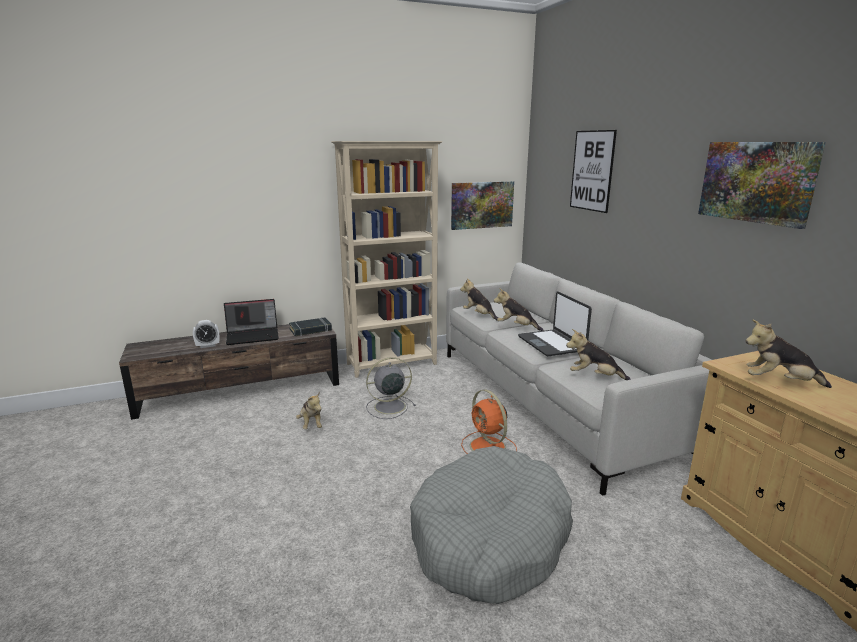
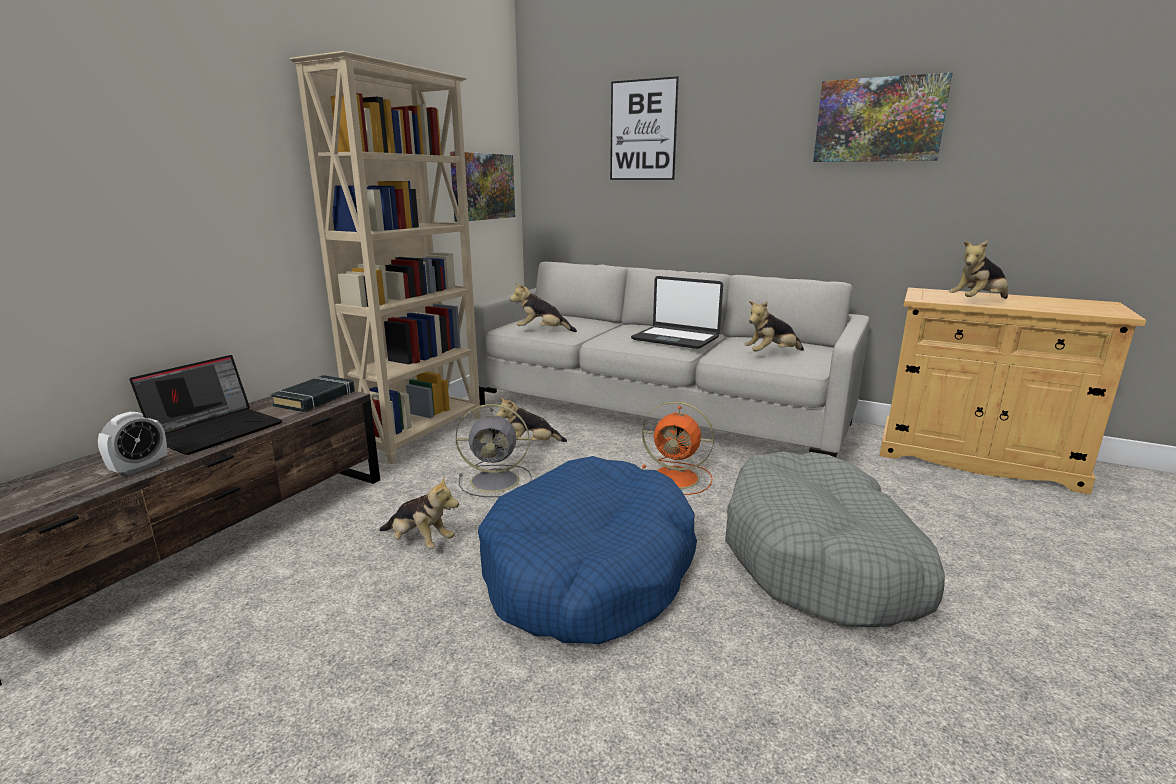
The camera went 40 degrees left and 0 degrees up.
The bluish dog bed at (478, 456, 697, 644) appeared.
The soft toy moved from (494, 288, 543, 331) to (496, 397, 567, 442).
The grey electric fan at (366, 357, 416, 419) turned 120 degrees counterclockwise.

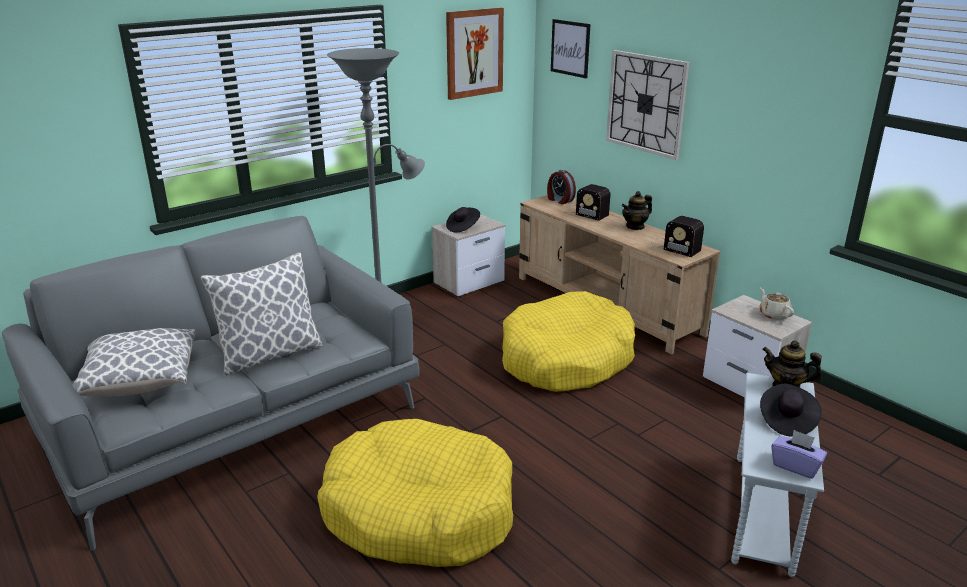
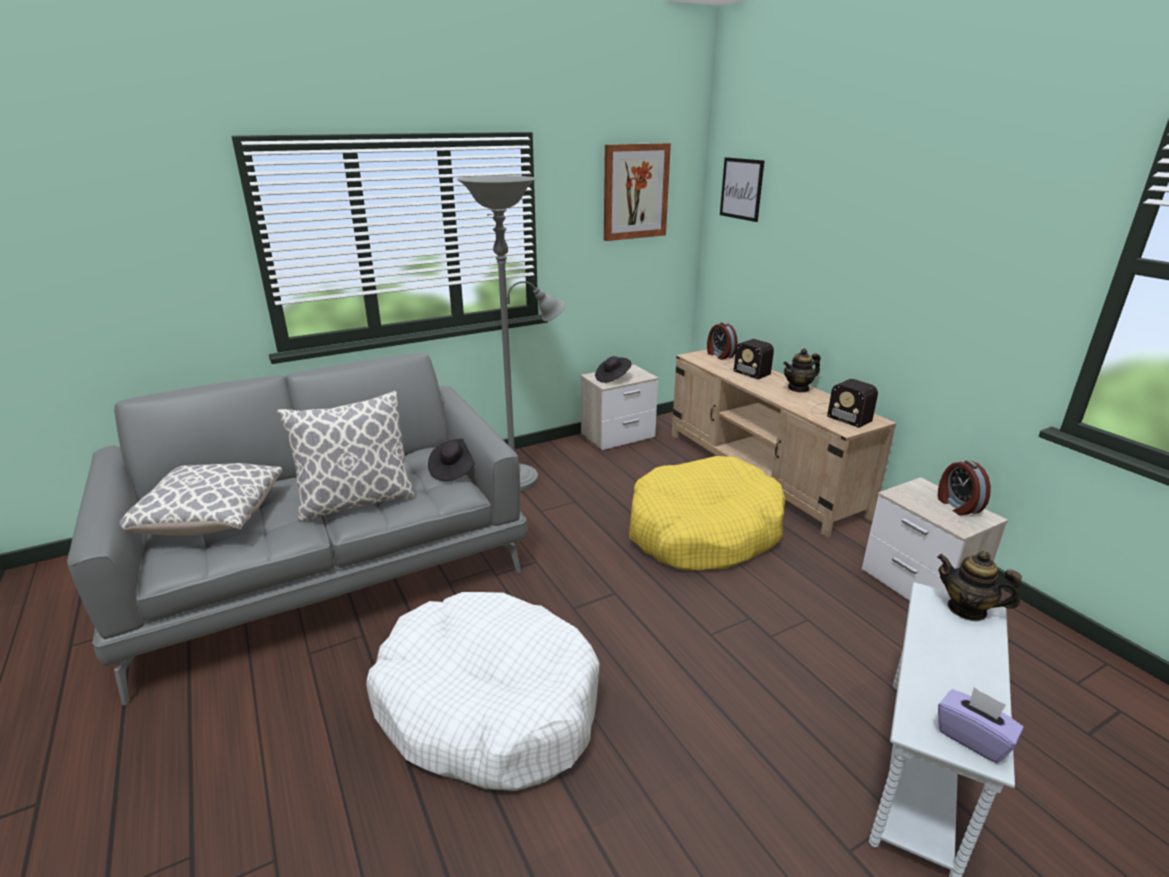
The camera went 10 degrees right and 0 degrees up.
The hanging clock at (606, 50, 690, 160) disappeared.
The black hat moved from (760, 384, 822, 437) to (428, 439, 475, 481).
The sand-coloured pot for tea at (759, 287, 794, 320) was replaced by the bedside clock at (938, 460, 991, 515).
The yellow-coloured dog bed at (317, 419, 513, 567) became the white dog bed at (366, 592, 600, 791).

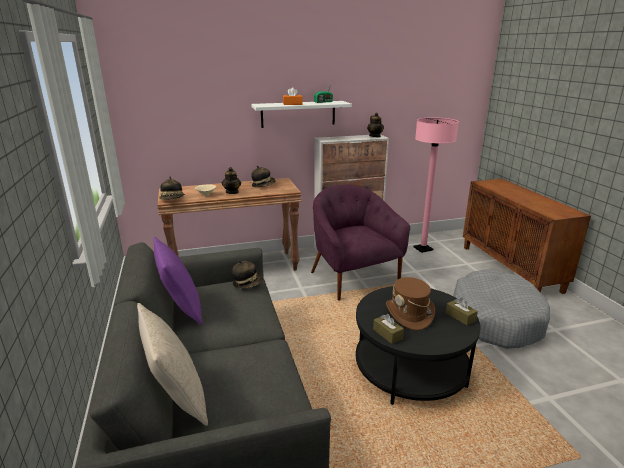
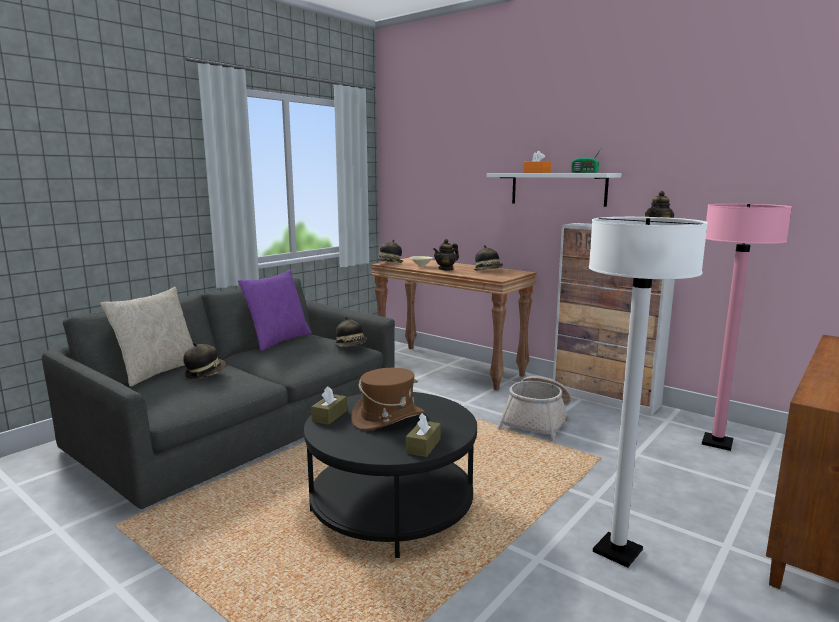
The camera went 55 degrees right and 10 degrees down.
The hat at (183, 342, 227, 379) appeared.
The purplish armchair at (311, 184, 410, 300) was replaced by the basket at (497, 376, 571, 441).
The grey dog bed at (453, 269, 550, 349) was replaced by the white standing lamp at (588, 217, 708, 568).

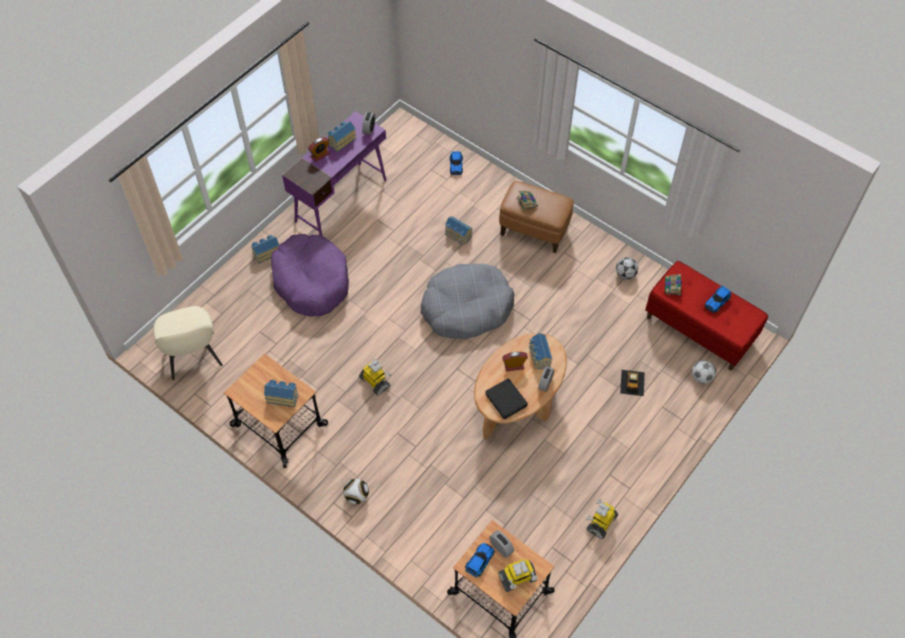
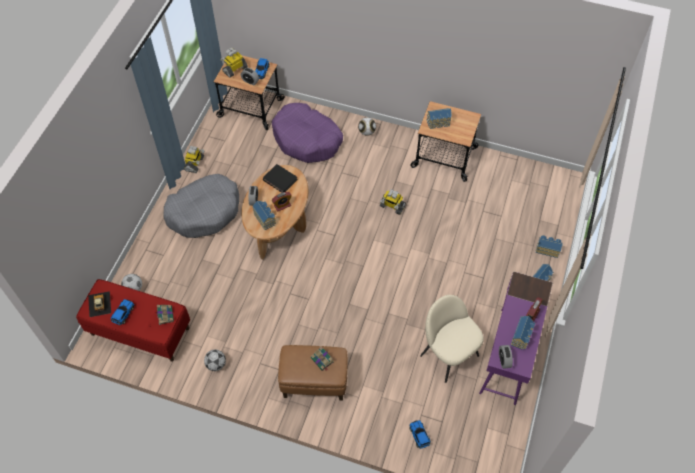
The camera went 160 degrees right and 0 degrees up.
The sand-coloured upright chair moved from (153, 306, 223, 380) to (420, 295, 484, 383).
The purplish dog bed moved from (271, 234, 349, 316) to (272, 103, 343, 163).
The grey dog bed moved from (421, 264, 515, 339) to (163, 174, 239, 238).
The toy house moved from (445, 216, 473, 245) to (535, 235, 563, 258).
The miniature car moved from (620, 370, 645, 396) to (88, 291, 111, 317).

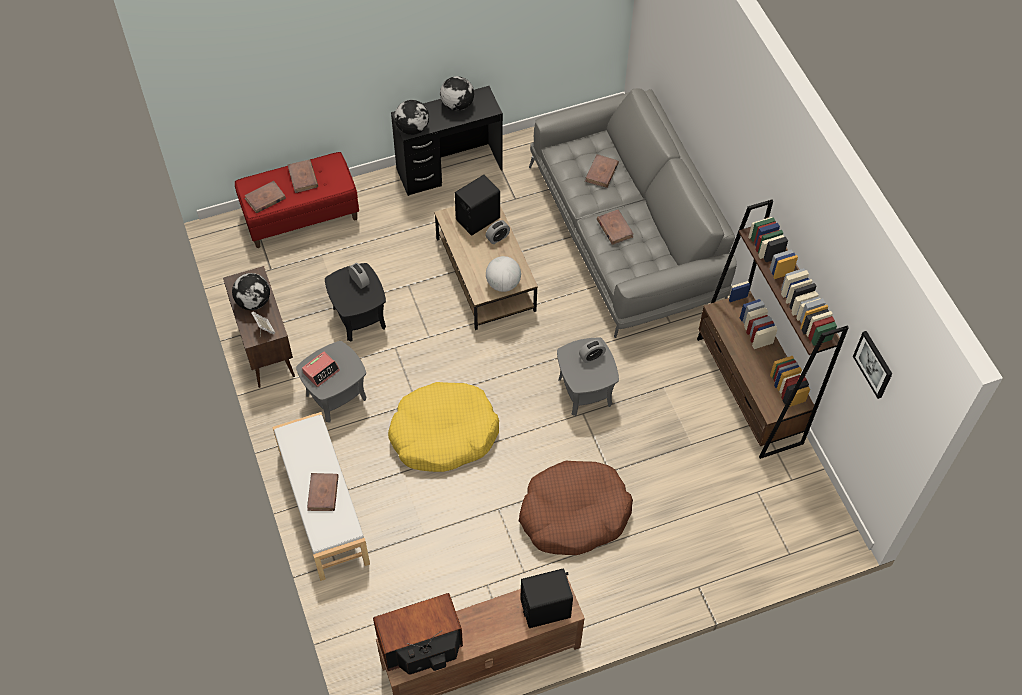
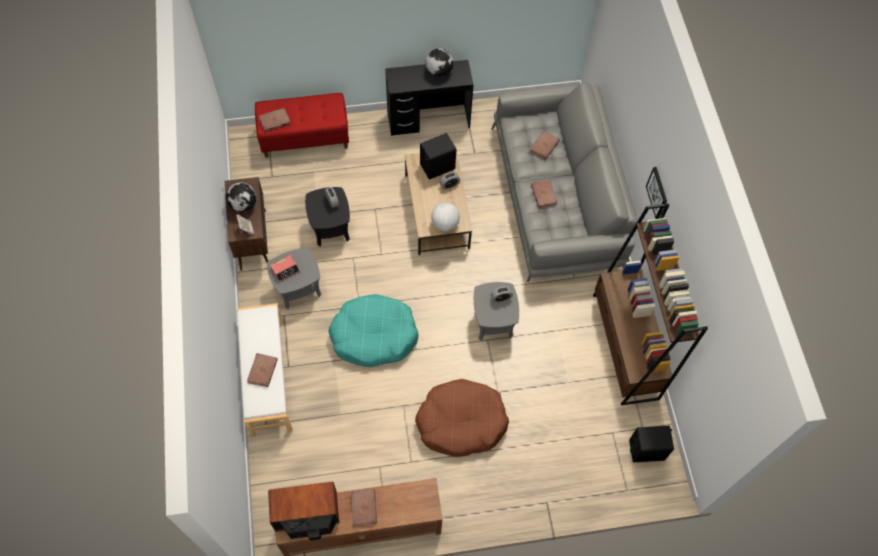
The camera went 10 degrees right and 5 degrees up.
The desk globe at (394, 100, 429, 135) disappeared.
The brown-coloured book moved from (288, 159, 318, 193) to (351, 489, 377, 527).
The black speaker moved from (520, 568, 573, 628) to (629, 426, 674, 462).
The wall art moved from (853, 331, 892, 399) to (646, 167, 667, 219).
The yellow-coloured dog bed at (388, 382, 499, 472) became the turquoise-coloured dog bed at (328, 294, 419, 367).

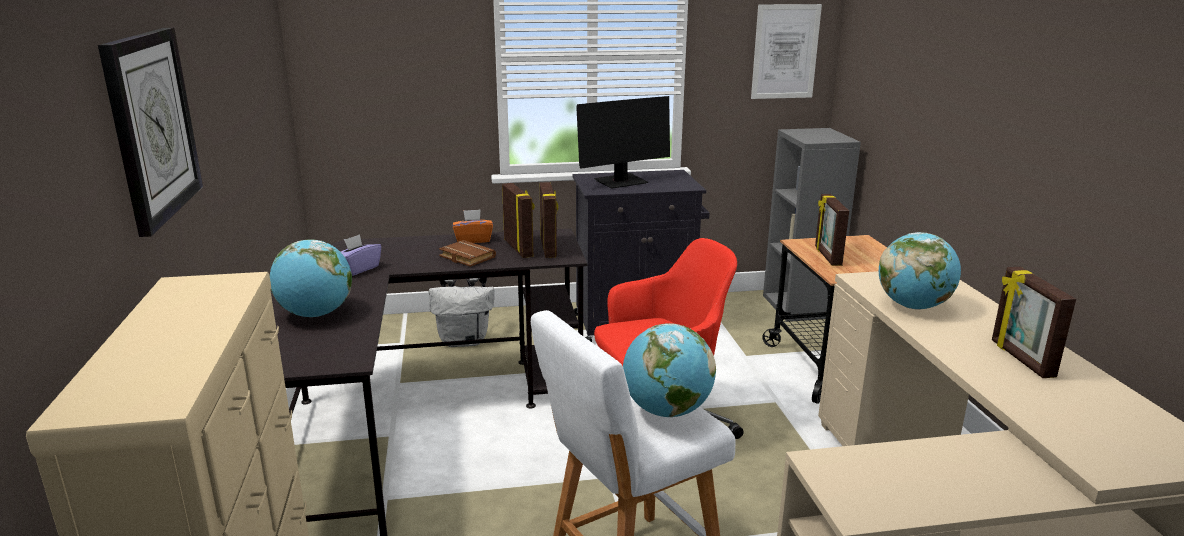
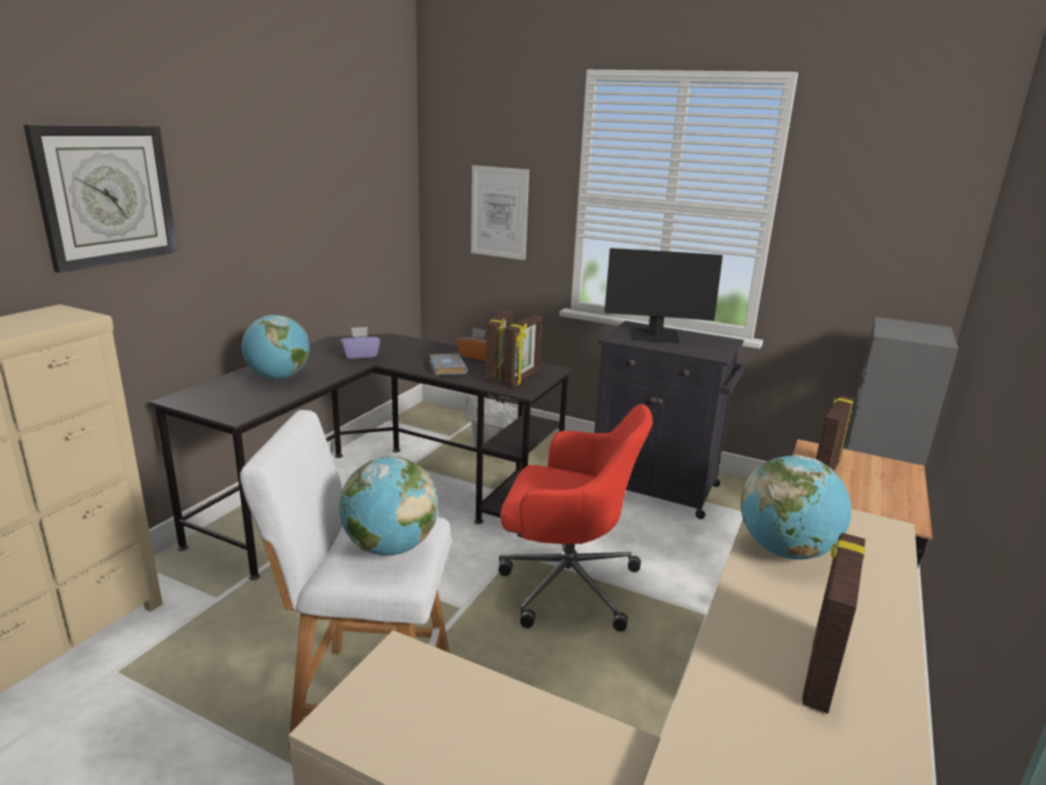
The camera went 35 degrees right and 0 degrees up.
The wall art moved from (751, 4, 822, 99) to (471, 165, 529, 260).
The brown-coloured book at (439, 240, 496, 267) became the grey book at (429, 353, 468, 376).

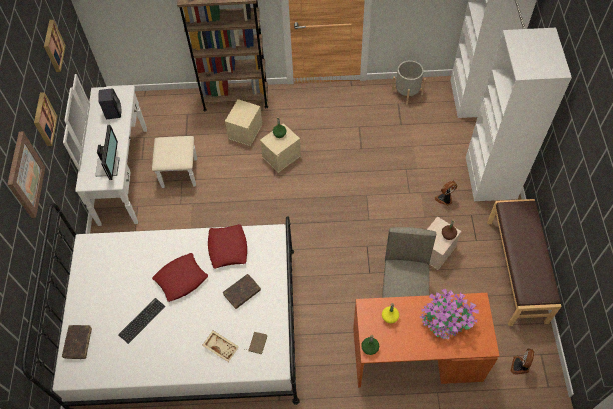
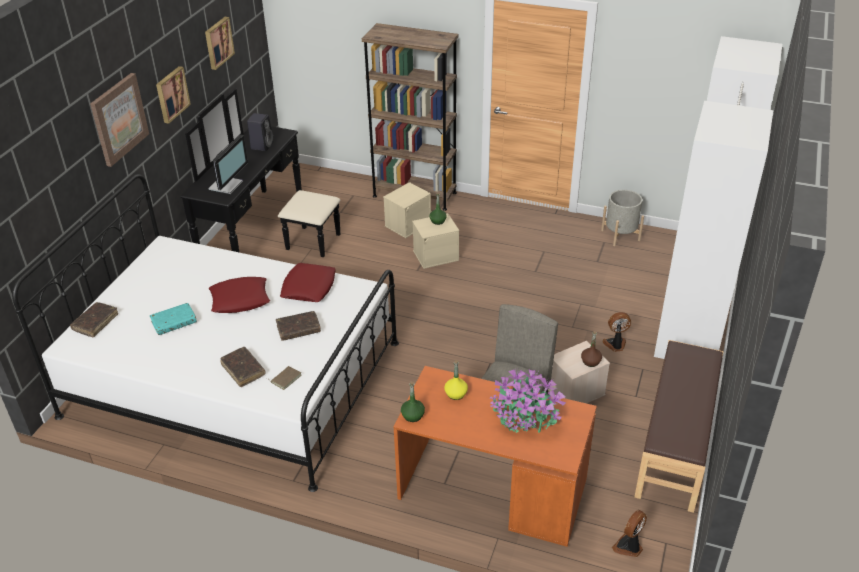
The camera went 20 degrees right and 20 degrees down.
The keyboard at (118, 298, 165, 344) was replaced by the turquoise-coloured book at (150, 303, 197, 335).
The sand-coloured serving tray at (202, 330, 239, 362) was replaced by the brown-coloured book at (220, 347, 266, 387).
The white chest of drawers at (63, 74, 197, 226) became the black chest of drawers at (181, 88, 340, 257).

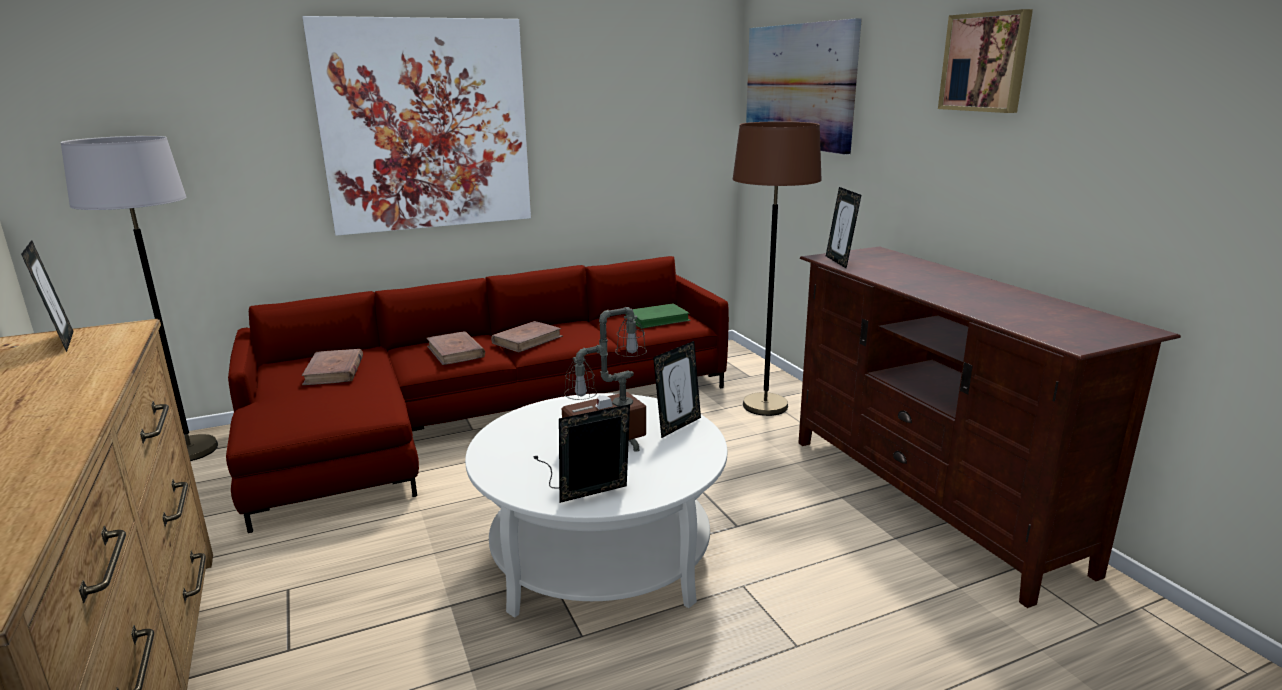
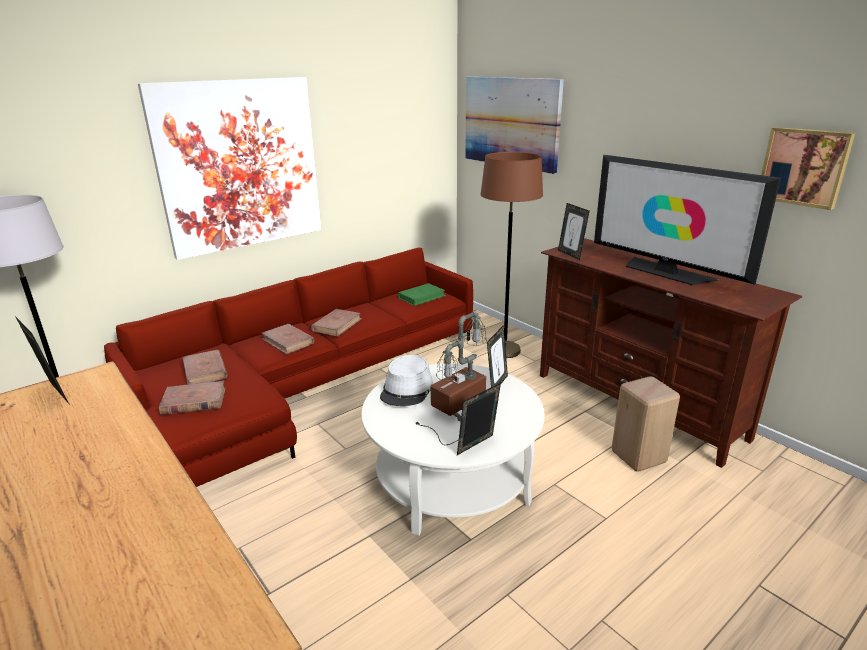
The camera went 15 degrees left and 5 degrees up.
The brown-coloured book at (159, 381, 226, 415) appeared.
The grey hat at (380, 355, 433, 406) appeared.
The television at (594, 155, 781, 285) appeared.
The sand-coloured stool at (612, 376, 680, 472) appeared.
The wall art moved from (938, 9, 1033, 113) to (761, 127, 855, 210).

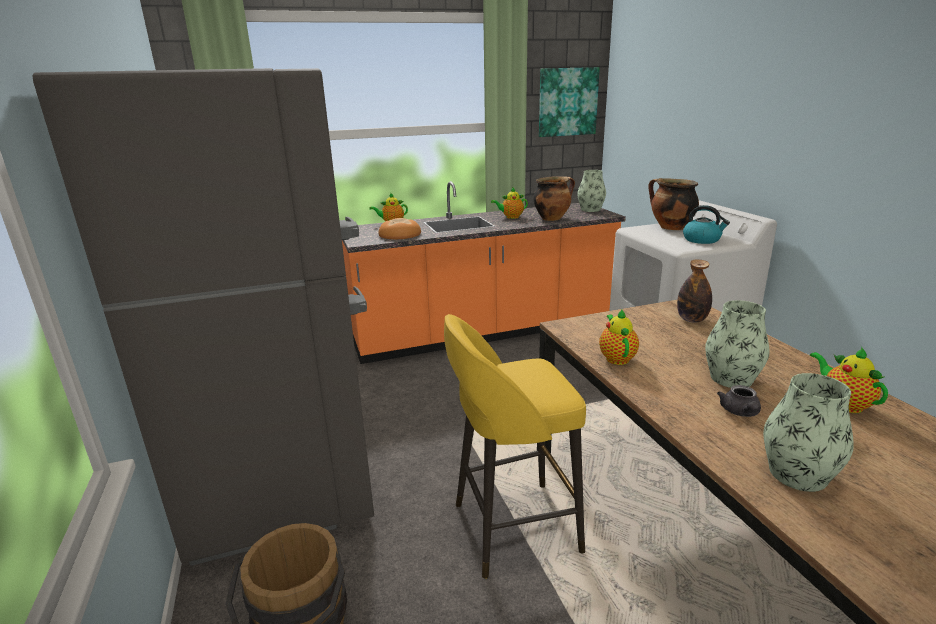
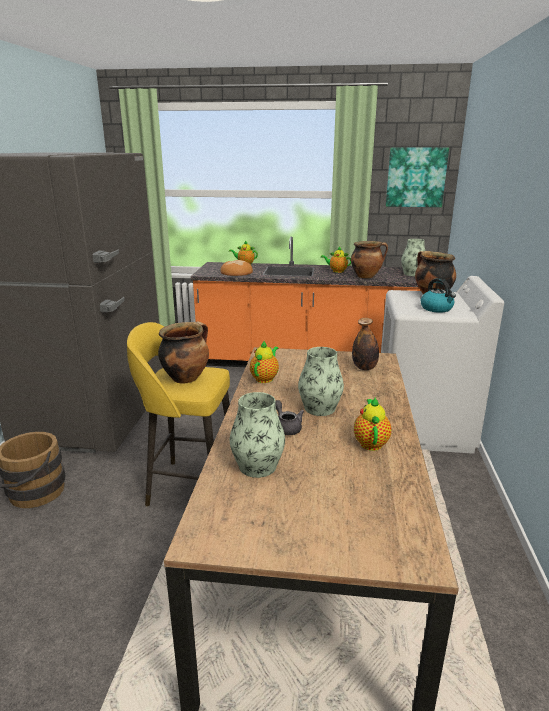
The camera went 25 degrees right and 0 degrees up.
The cooking pot at (158, 321, 209, 384) appeared.
The grey pot for tea at (717, 385, 761, 417) turned 120 degrees clockwise.

